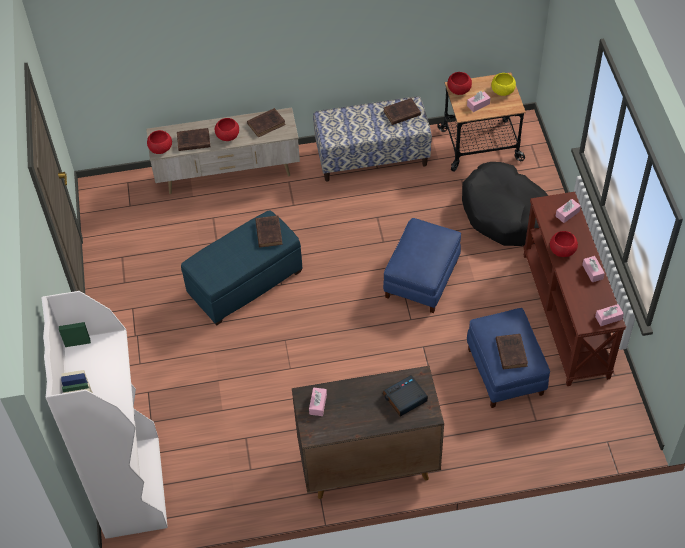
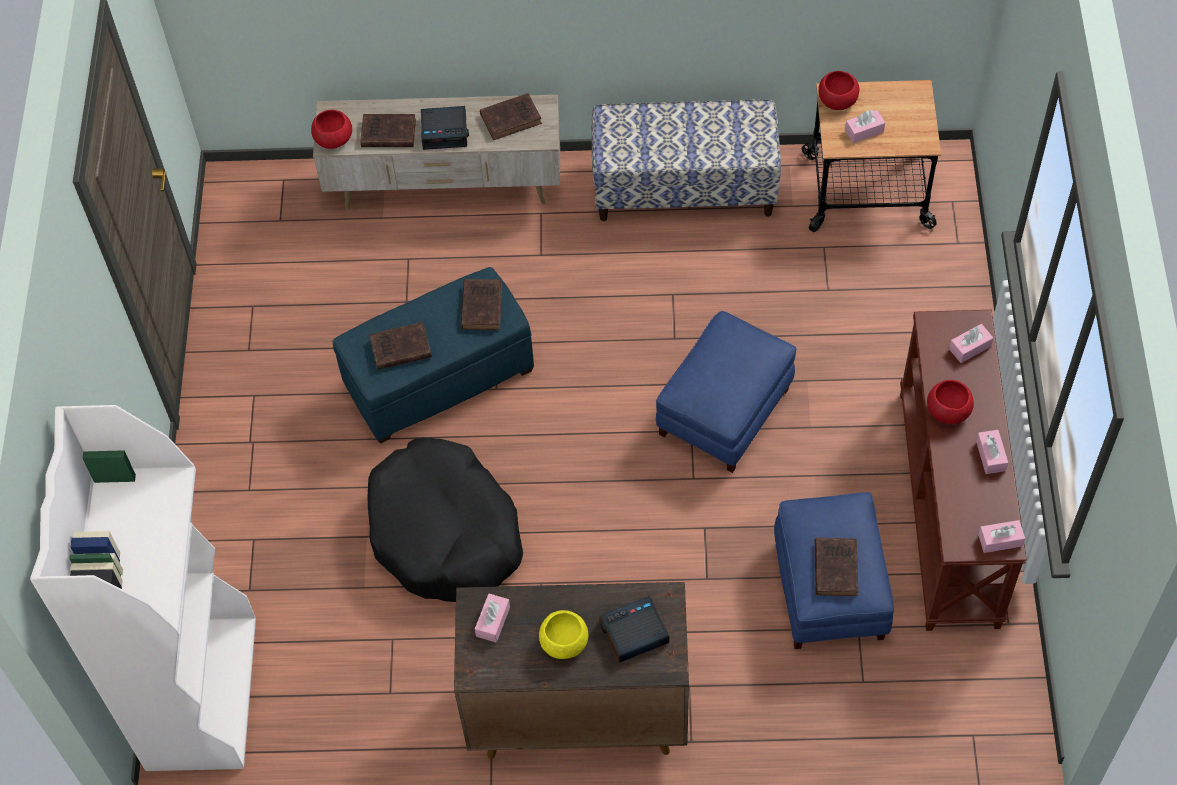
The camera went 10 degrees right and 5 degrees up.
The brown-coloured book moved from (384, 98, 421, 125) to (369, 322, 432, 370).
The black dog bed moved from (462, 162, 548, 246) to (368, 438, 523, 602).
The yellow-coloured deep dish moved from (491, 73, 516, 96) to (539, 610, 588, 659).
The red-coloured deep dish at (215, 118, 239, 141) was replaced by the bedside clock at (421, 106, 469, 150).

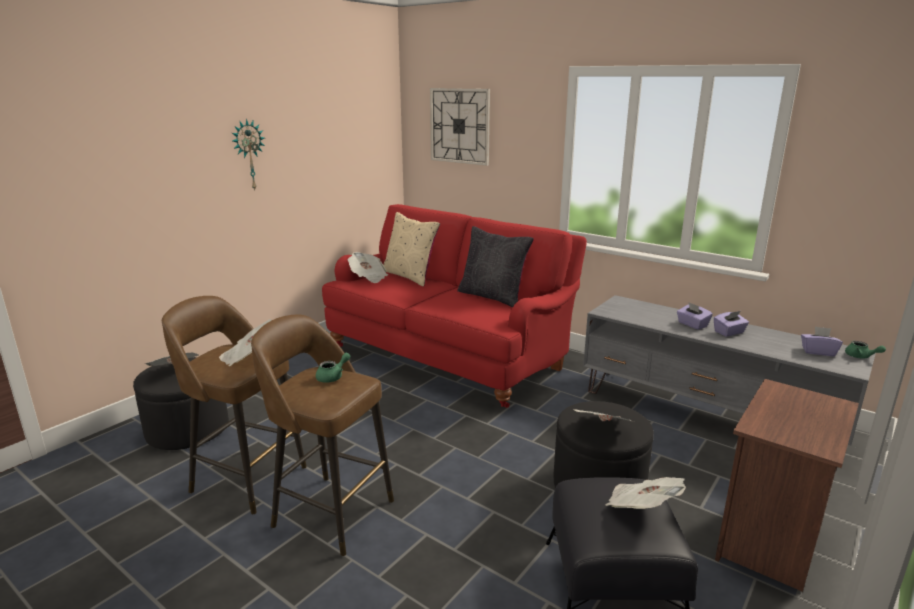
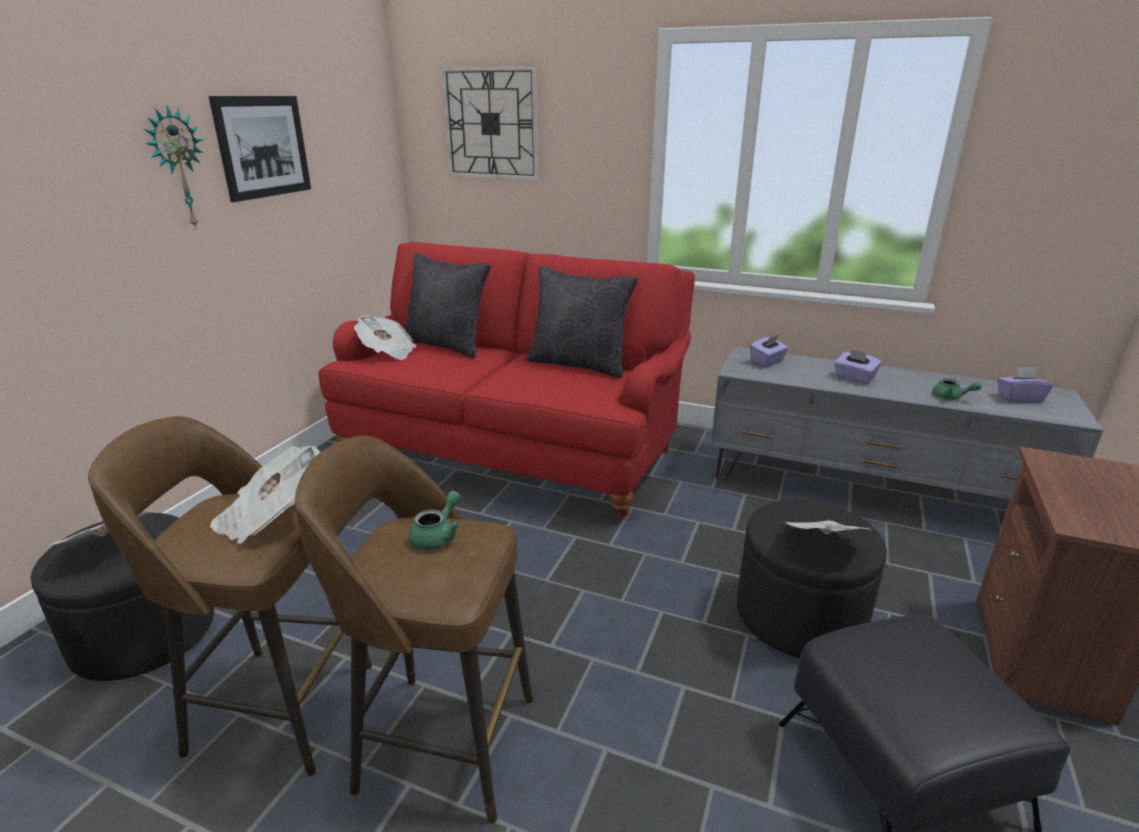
The camera went 15 degrees left and 5 degrees up.
The daily paper at (605, 477, 686, 509) disappeared.
The wall art at (209, 96, 311, 202) appeared.
The purplish tissue holder moved from (714, 311, 749, 336) to (750, 335, 789, 367).
The green pot for tea moved from (845, 341, 886, 359) to (932, 378, 982, 400).
The sand-coloured cushion at (383, 212, 440, 286) became the black cushion at (404, 253, 491, 358).

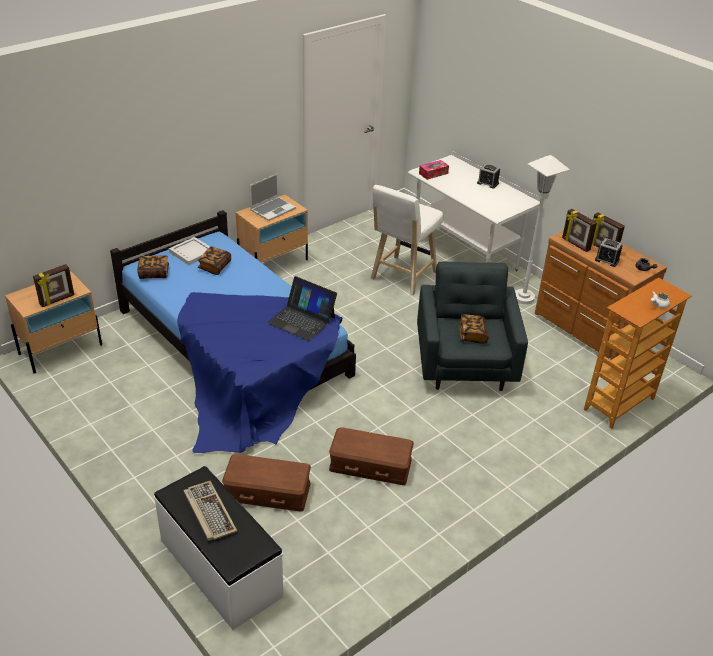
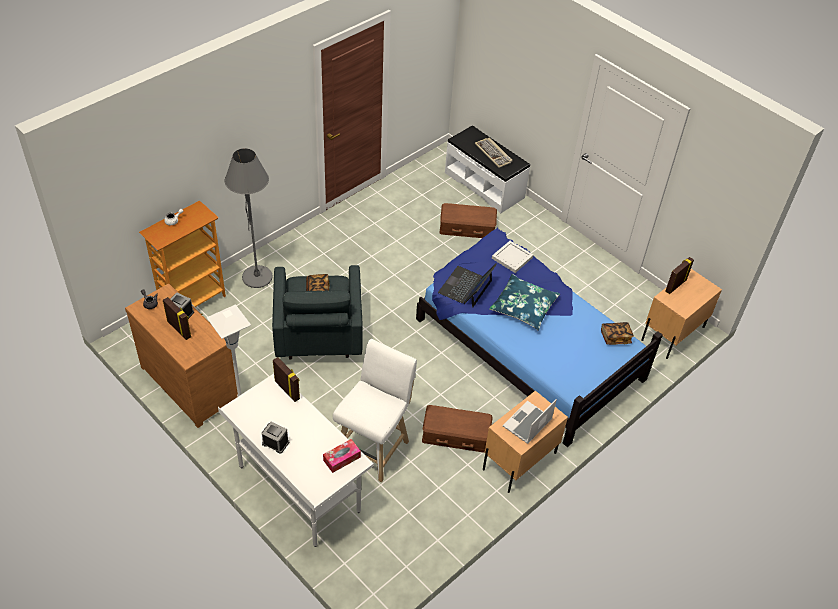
The camera went 175 degrees right and 10 degrees up.
The book at (198, 246, 231, 275) disappeared.
The grey standing lamp at (225, 148, 273, 288) appeared.
The bluish cushion at (489, 274, 560, 331) appeared.
The white serving tray moved from (169, 237, 210, 265) to (492, 241, 533, 273).
The brown-coloured storage box moved from (329, 427, 414, 485) to (422, 405, 493, 453).
The picture frame moved from (562, 209, 597, 252) to (273, 357, 300, 402).
The portable computer at (267, 276, 337, 341) turned 90 degrees counterclockwise.

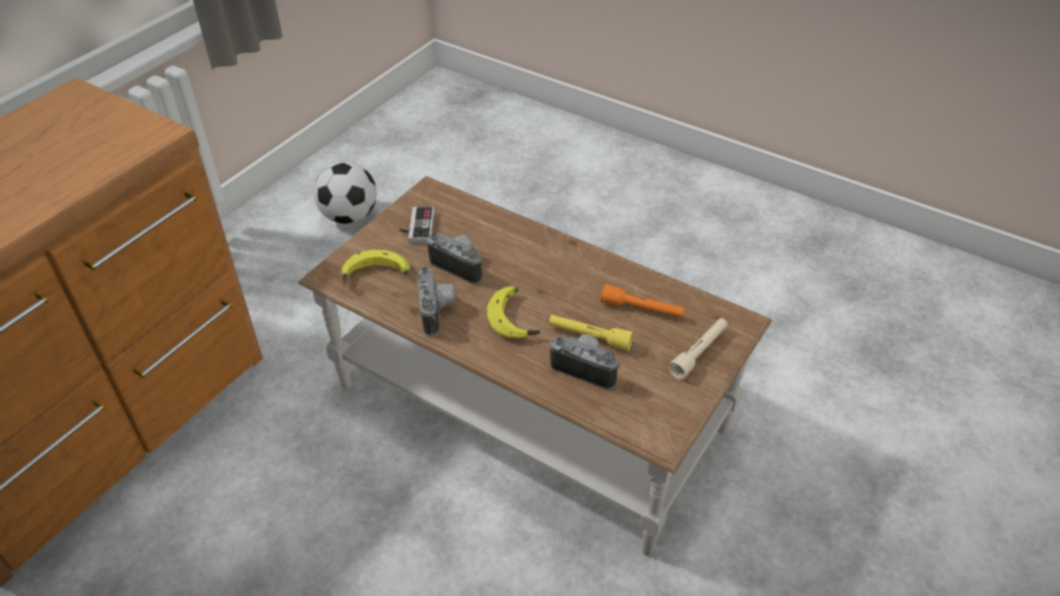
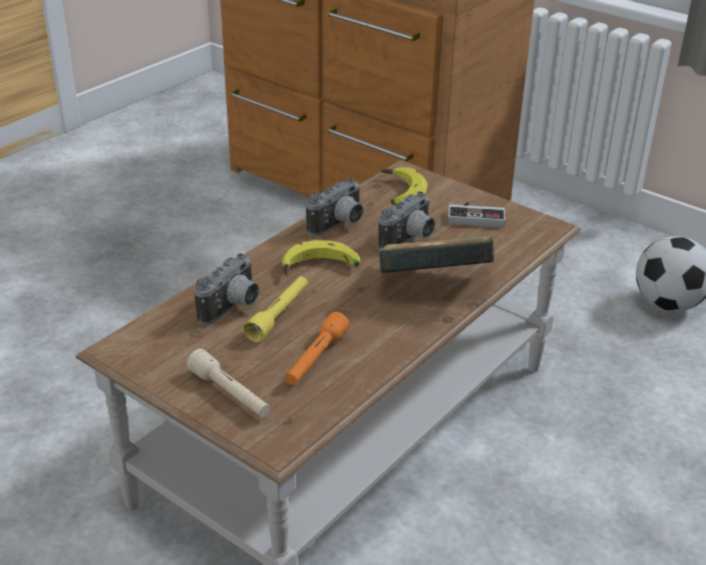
The camera went 95 degrees right and 10 degrees down.
The book at (379, 235, 495, 273) appeared.
The still camera at (418, 267, 455, 336) turned 45 degrees counterclockwise.

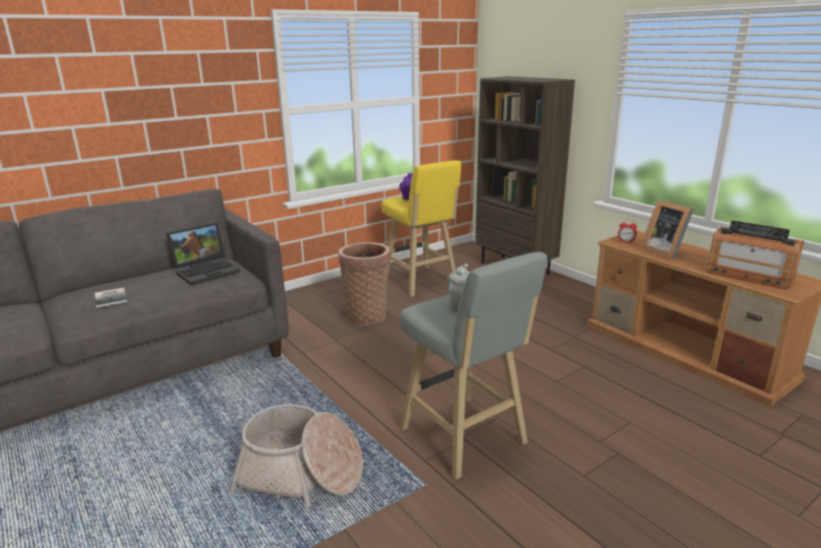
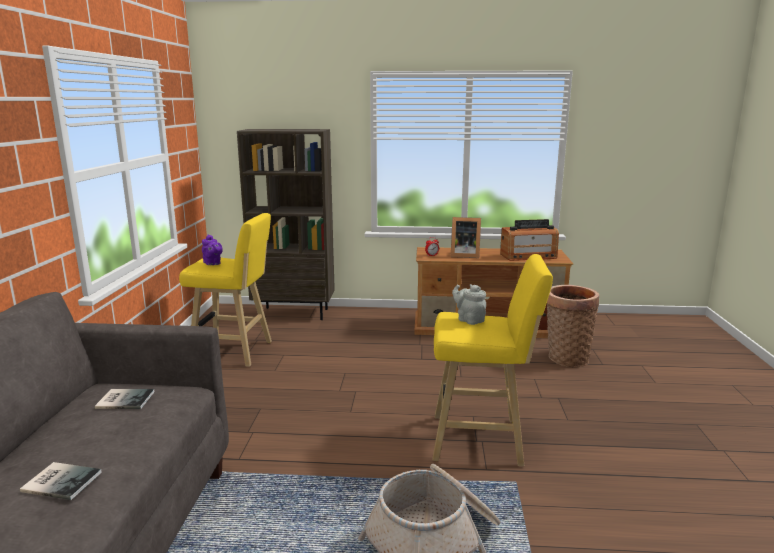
The camera went 50 degrees left and 5 degrees down.
The basket moved from (339, 242, 391, 326) to (547, 285, 599, 367).
The portable computer at (166, 223, 241, 285) was replaced by the book at (95, 389, 155, 409).
The grey stool at (399, 252, 547, 480) became the yellow-coloured stool at (433, 254, 553, 466).

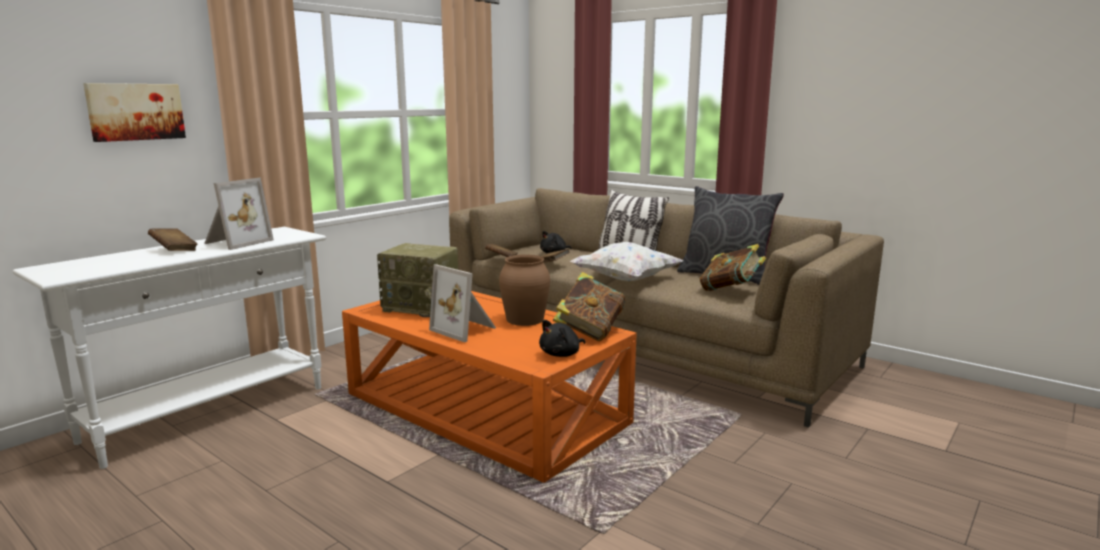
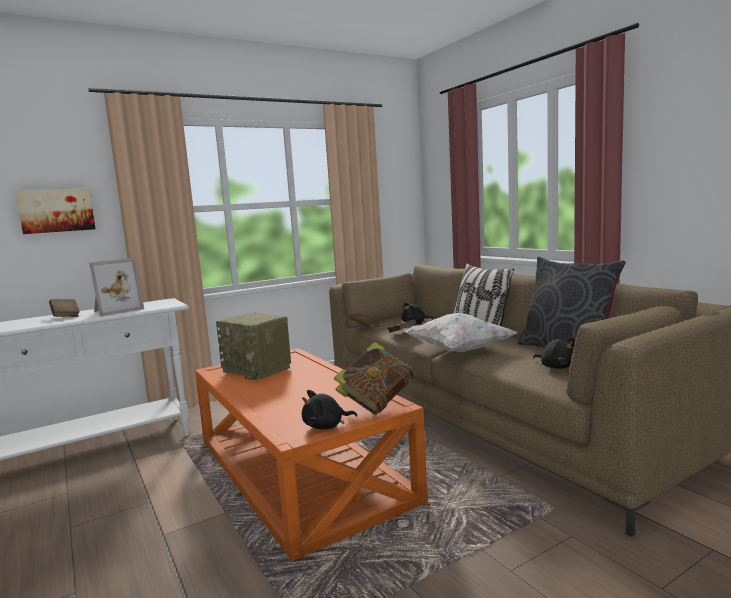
The camera went 20 degrees right and 5 degrees down.
The picture frame at (429, 264, 496, 342) disappeared.
The brown-coloured flower vase at (499, 254, 550, 326) disappeared.
The book at (700, 244, 766, 291) was replaced by the black soft toy at (533, 337, 575, 369).

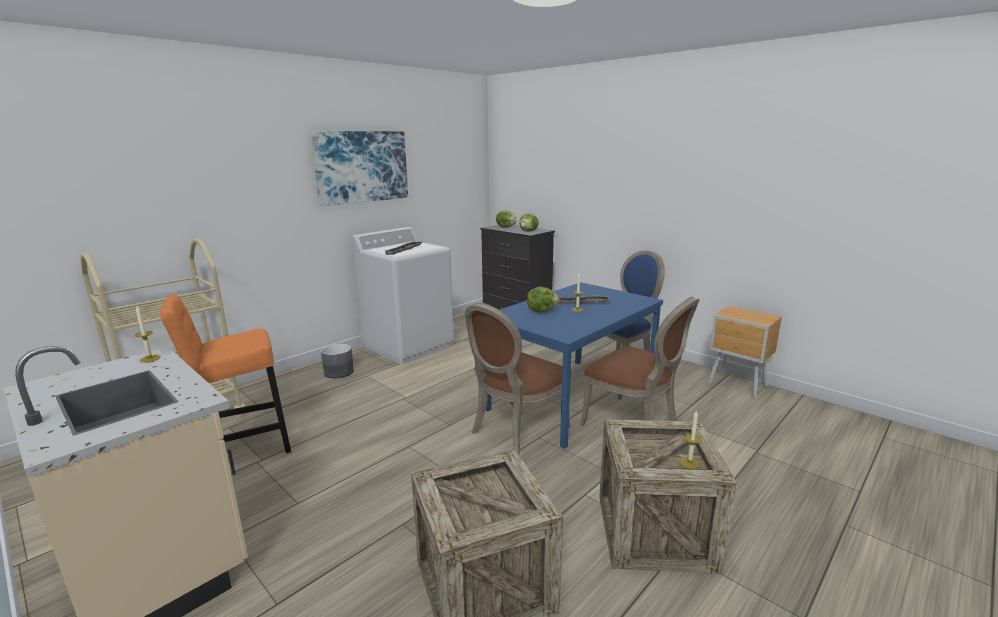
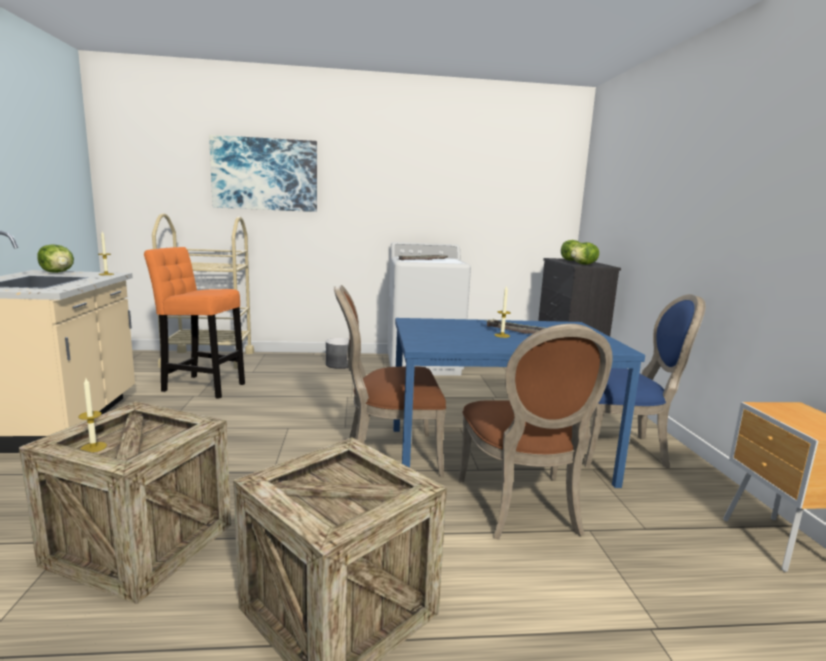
The camera went 40 degrees right and 5 degrees down.
The wall art moved from (311, 131, 408, 206) to (209, 135, 317, 212).
The lettuce moved from (527, 287, 560, 313) to (37, 244, 74, 273).
The candle moved from (680, 410, 701, 469) to (79, 378, 107, 452).

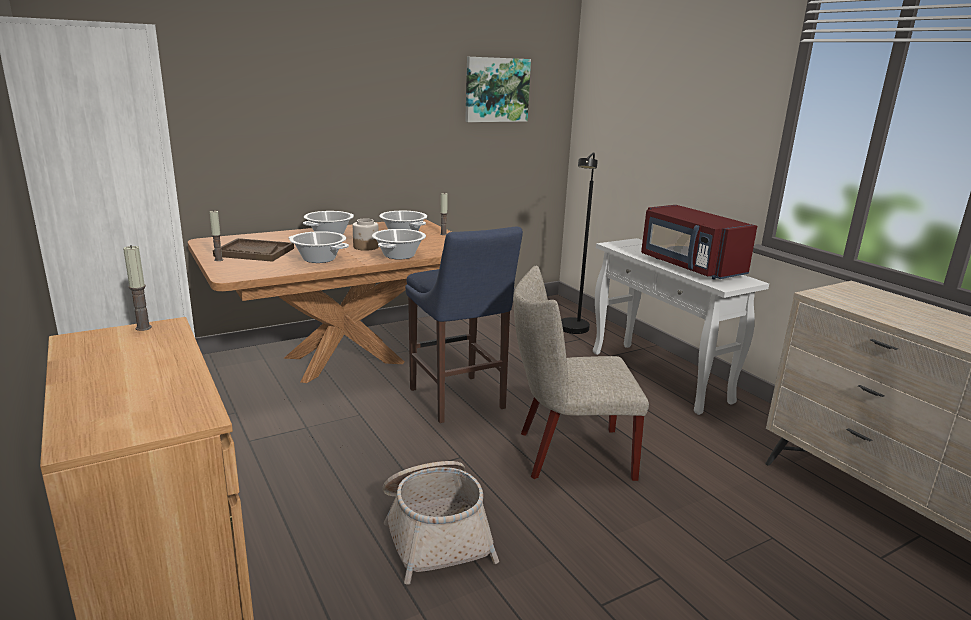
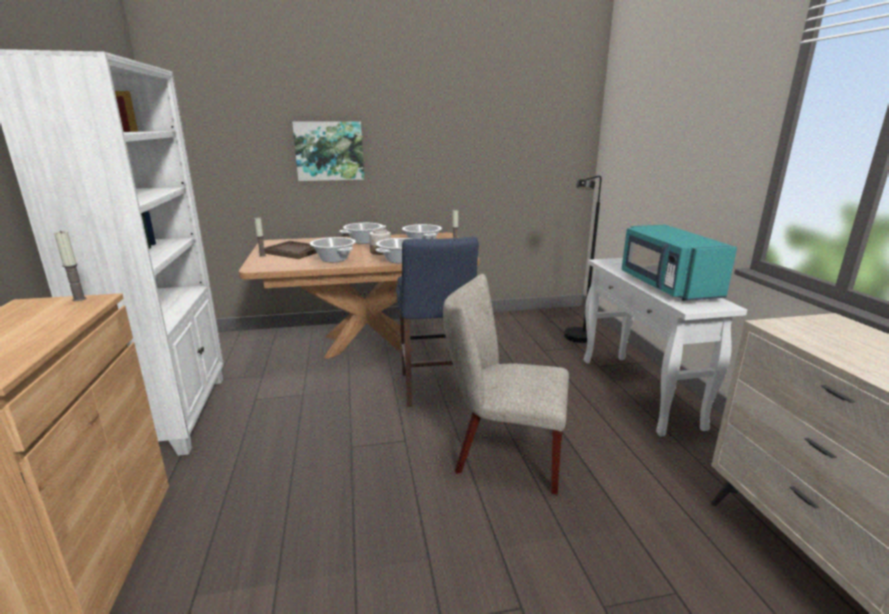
The camera went 20 degrees right and 0 degrees up.
The basket at (383, 461, 499, 585) disappeared.
The wall art moved from (465, 57, 531, 122) to (292, 121, 364, 181).
The red-coloured microwave oven at (641, 205, 757, 280) became the turquoise-coloured microwave oven at (622, 225, 737, 301).

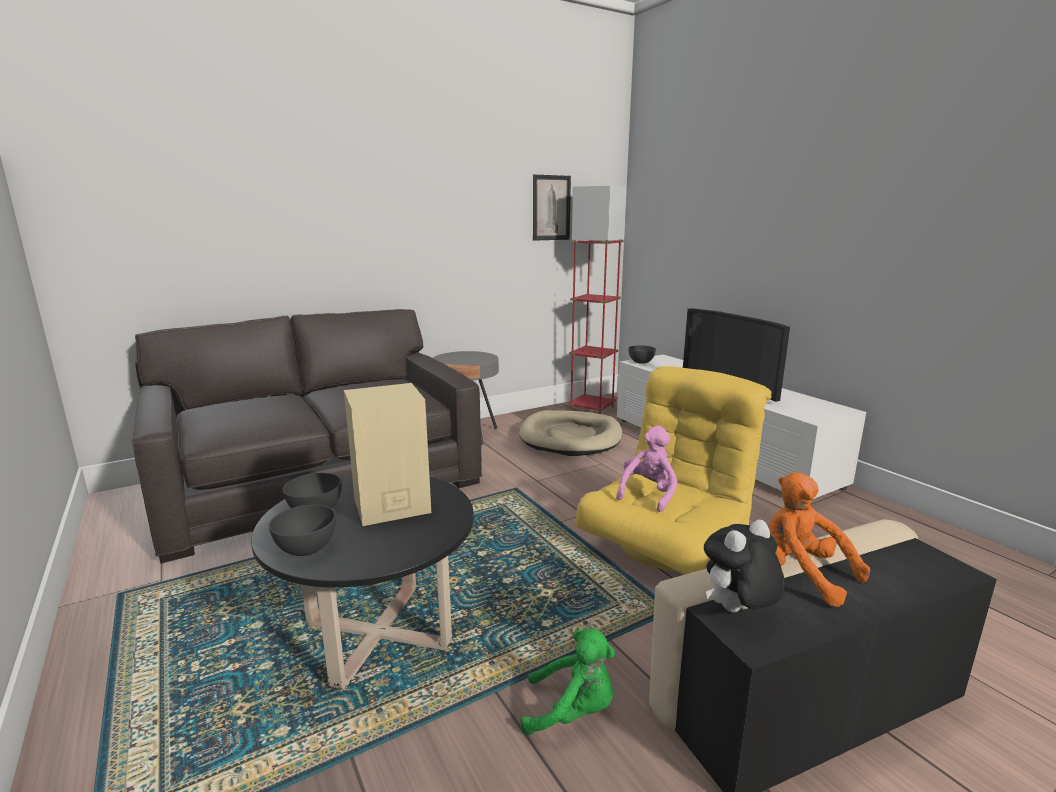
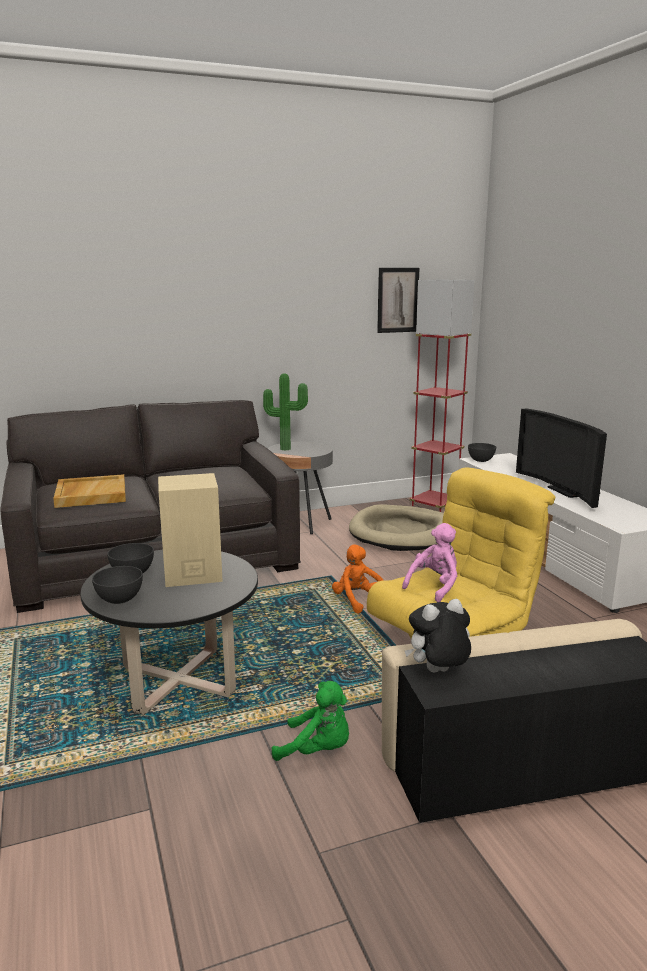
The camera went 10 degrees right and 0 degrees up.
The sand-coloured serving tray at (53, 474, 126, 508) appeared.
The potted plant at (263, 374, 308, 451) appeared.
The orangey soft toy moved from (768, 472, 870, 607) to (332, 544, 383, 614).

